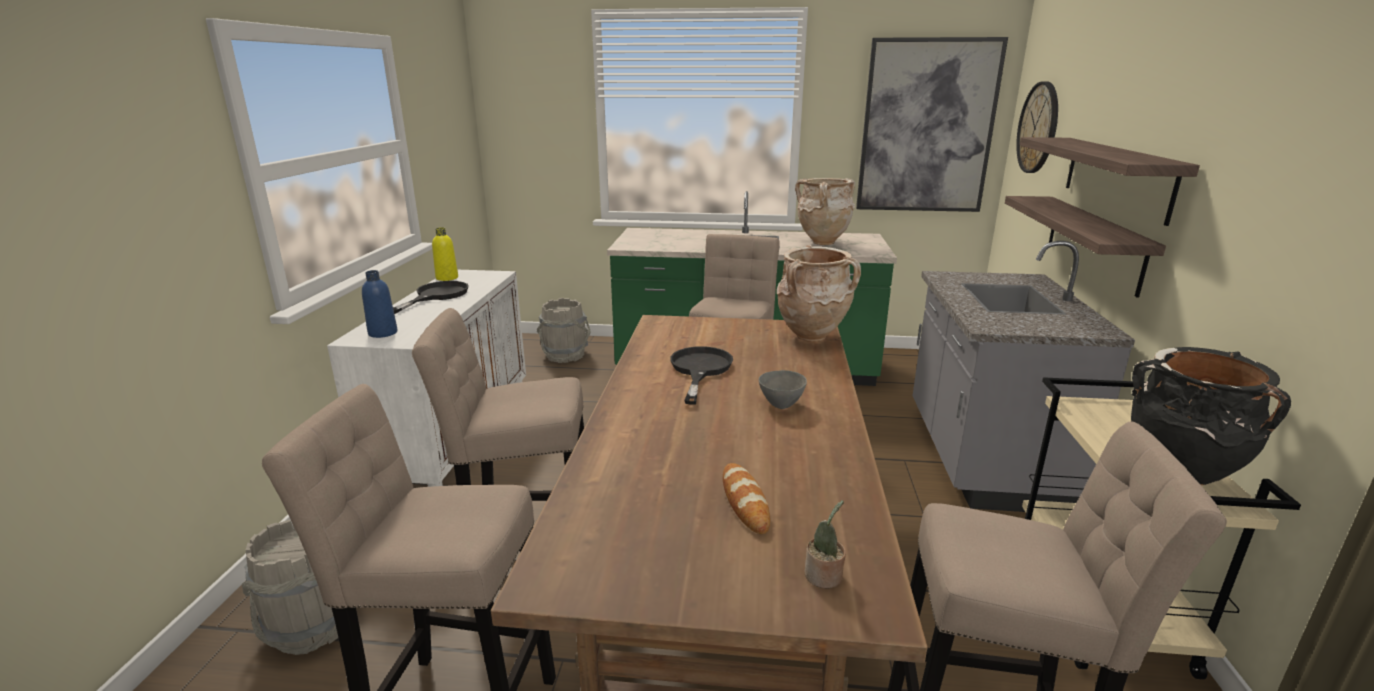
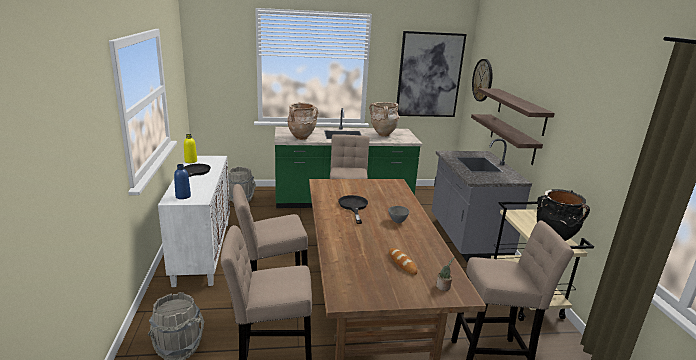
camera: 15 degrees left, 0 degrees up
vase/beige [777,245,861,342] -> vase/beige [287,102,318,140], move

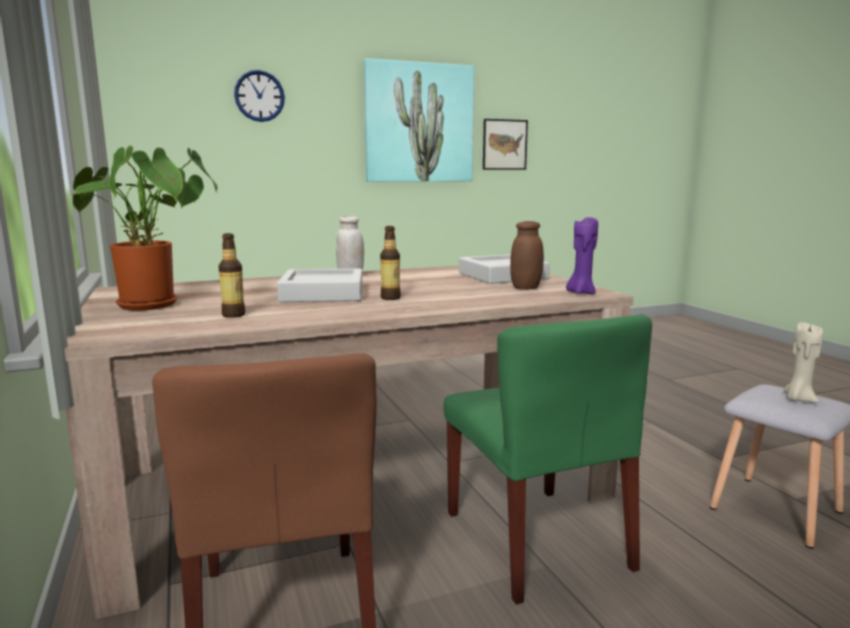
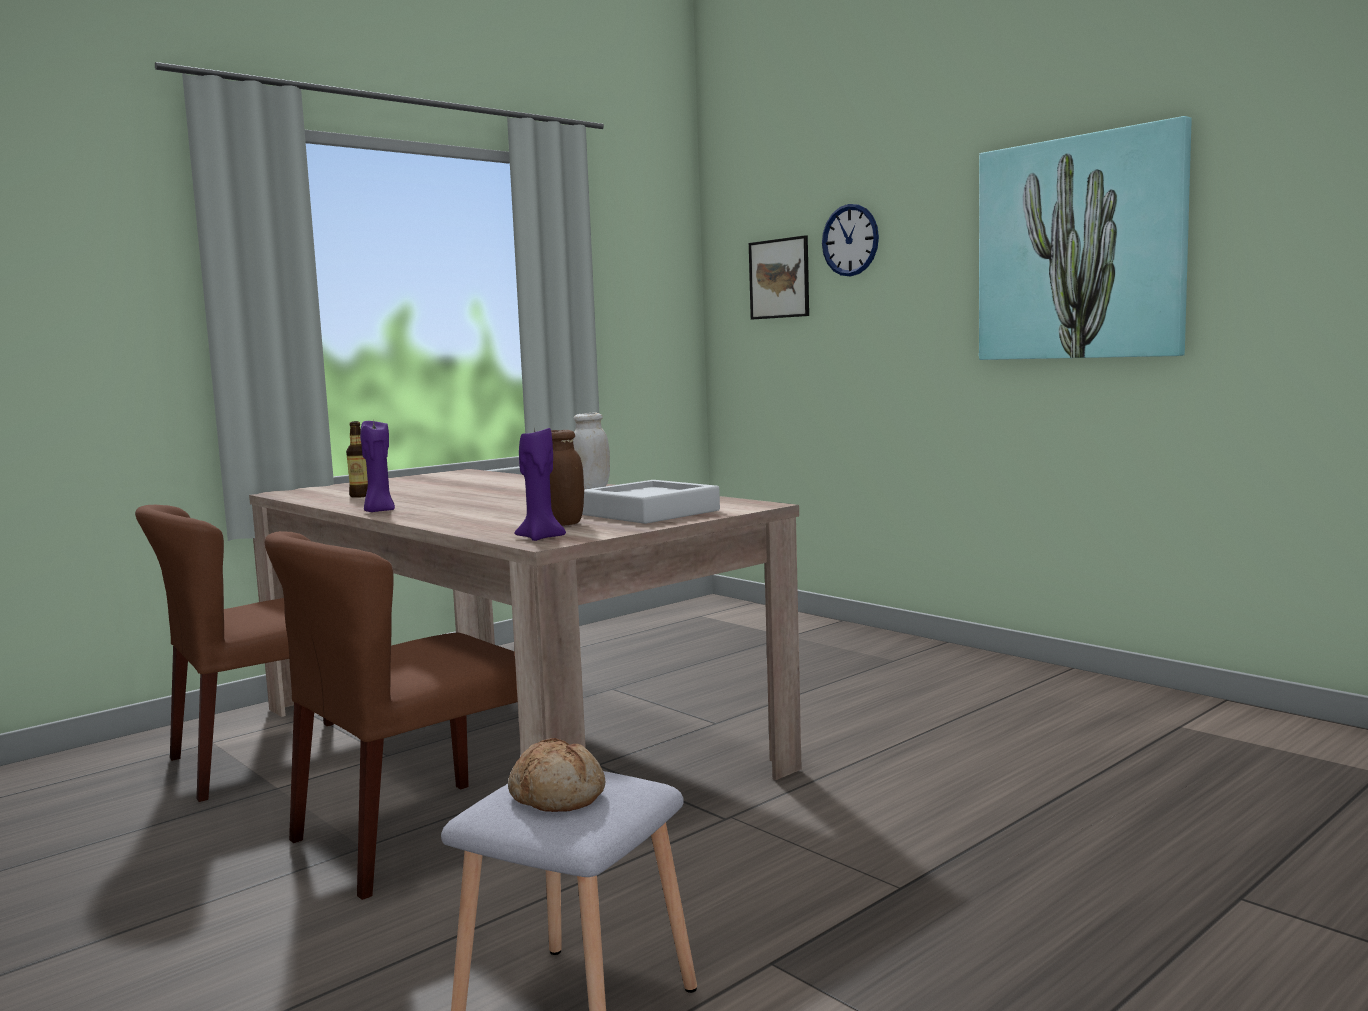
camera: 70 degrees right, 5 degrees down
plante en pot [71,146,217,310] -> none
plateau/gris [277,268,362,302] -> none
bouteille [380,226,401,300] -> none
none -> bougie/violet [360,418,395,512]
tableau [483,119,528,170] -> tableau [749,235,809,319], move
bougie/beige [783,322,823,403] -> pain [508,738,605,812]
chaise/vert [443,314,652,605] -> chaise/marron [265,531,518,900]

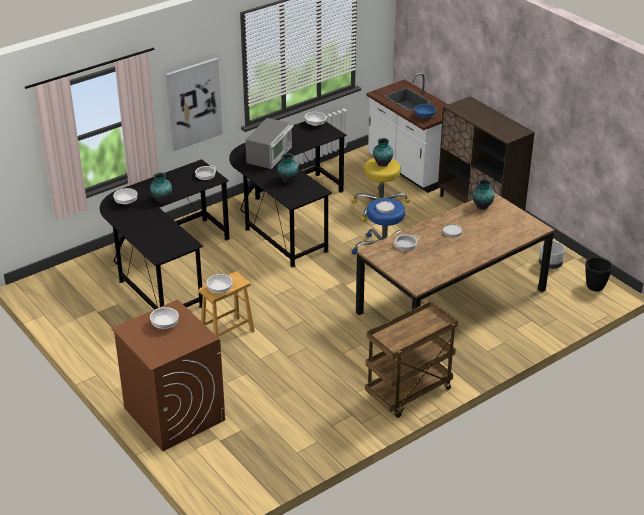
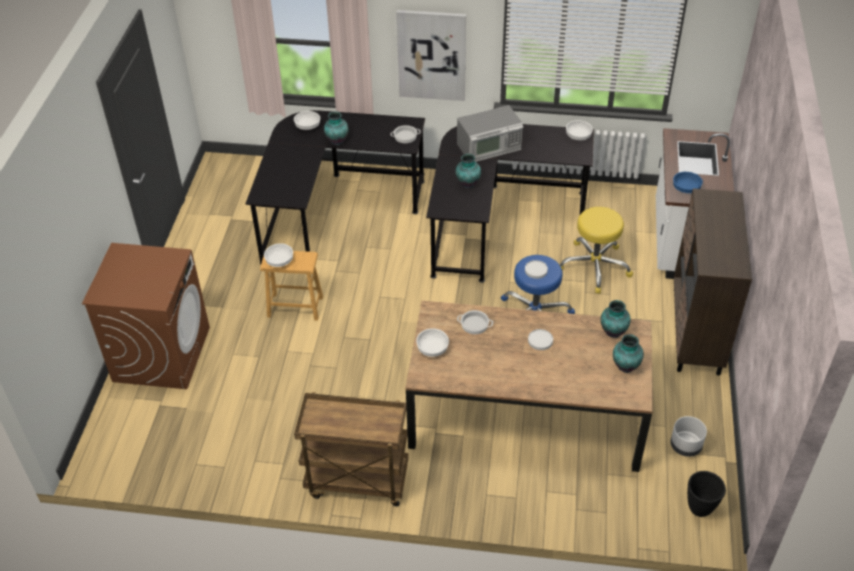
camera: 45 degrees right, 10 degrees up
bol/blanc [150,307,179,329] -> bol/blanc [416,328,449,357], move
vase [373,138,393,167] -> vase [613,334,644,373], move

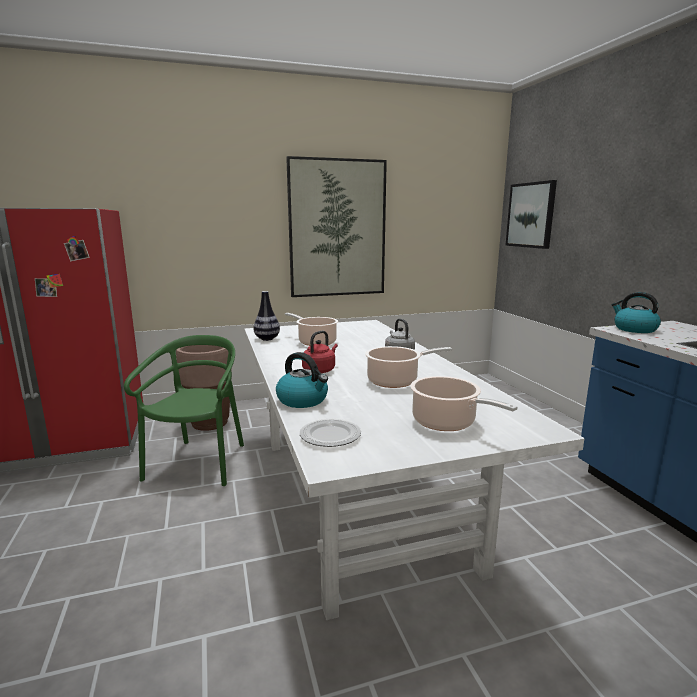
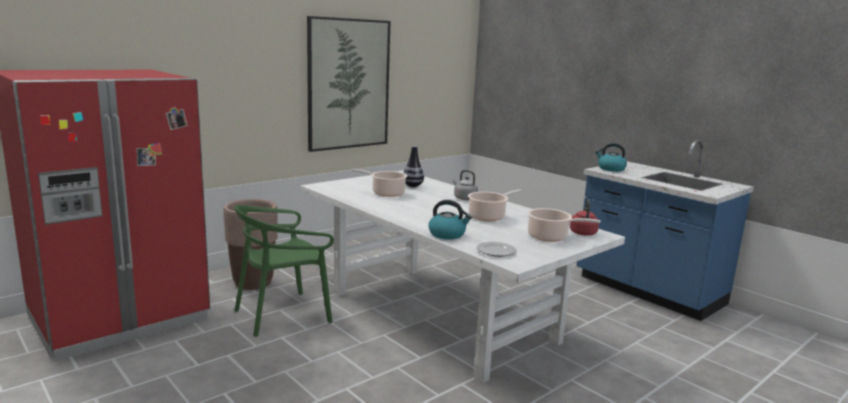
camera: 25 degrees left, 0 degrees up
tableau [505,180,557,249] -> none
vase [254,291,280,341] -> vase [403,146,424,187], move
bouilloire/rouge [302,330,338,373] -> bouilloire/rouge [570,200,599,236], move
chaise/vert [124,335,244,486] -> chaise/vert [234,205,334,337], 105 degrees counterclockwise

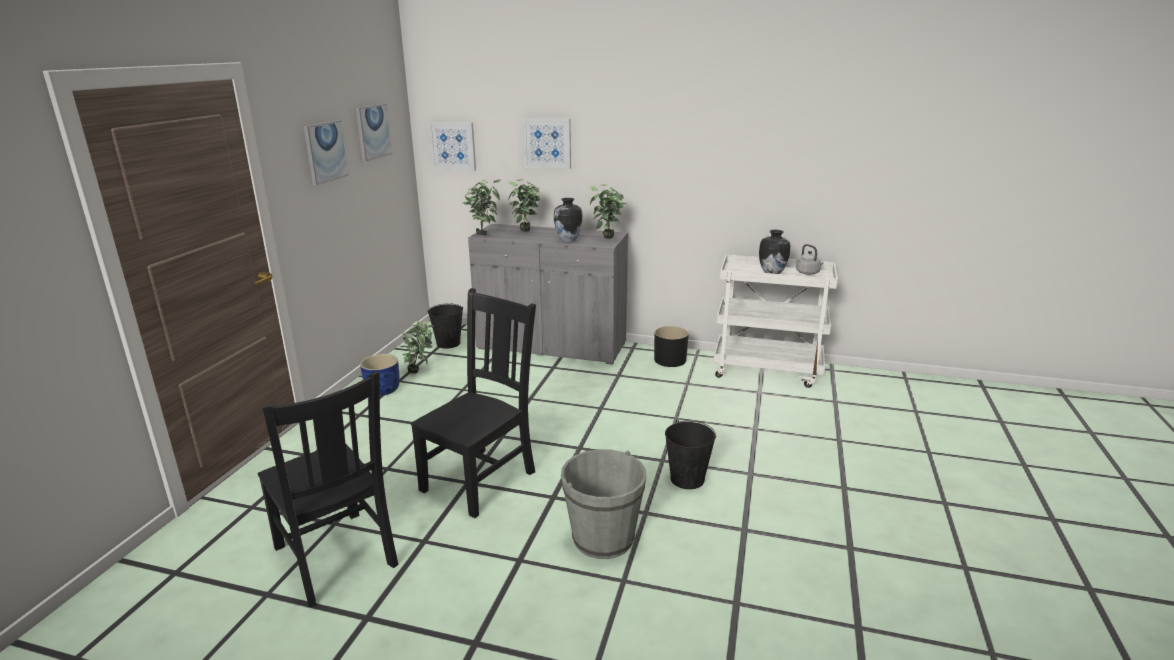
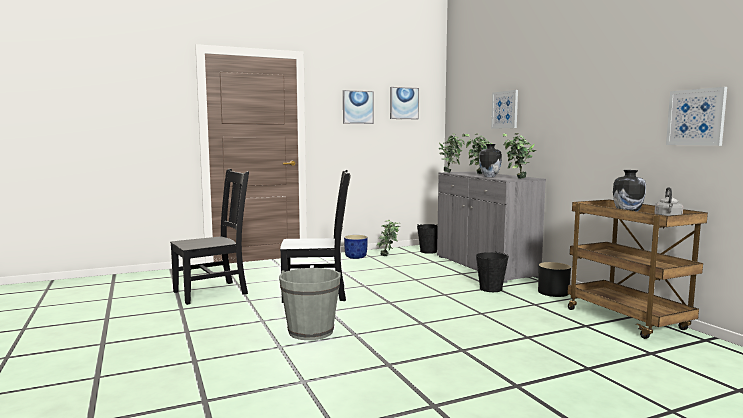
camera: 50 degrees right, 15 degrees down
tableau [429,121,476,171] -> tableau [666,87,727,146], move
seau/noir [665,420,716,489] -> seau/noir [476,251,509,292], move
chariot/blanc [713,255,838,388] -> chariot/marron [567,200,708,339]
chaise/noir [257,372,399,607] -> chaise/noir [170,169,249,305], 135 degrees counterclockwise

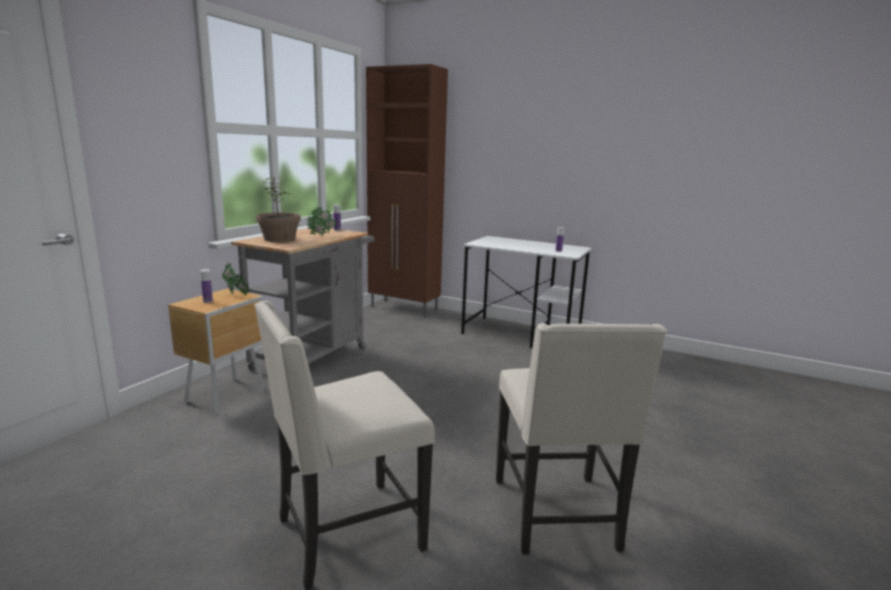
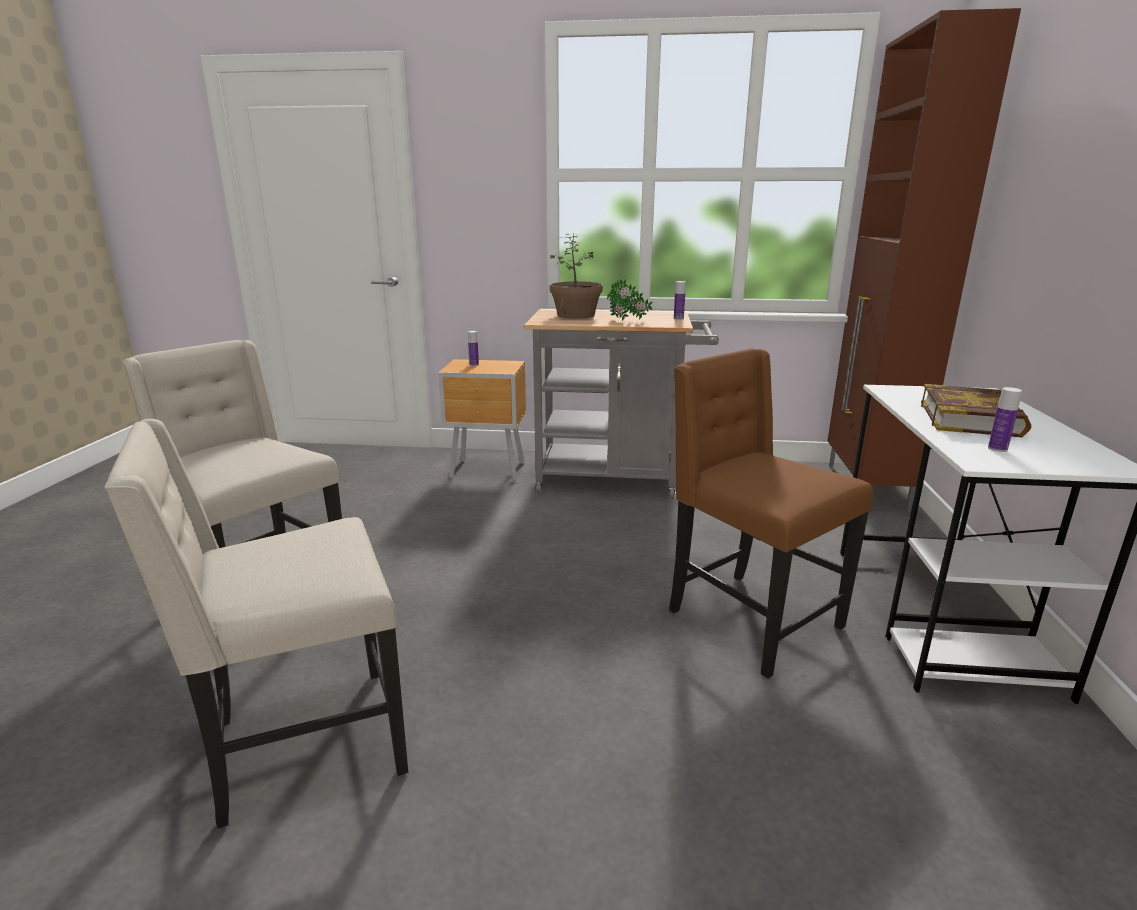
camera: 70 degrees right, 5 degrees up
plante en pot [222,263,250,296] -> none
none -> chaise/marron [669,349,873,678]
none -> livre [921,384,1031,437]

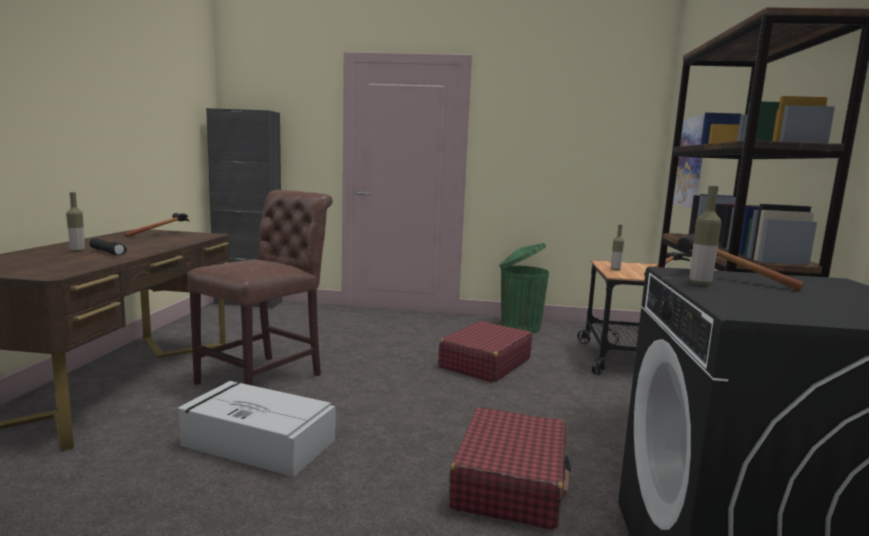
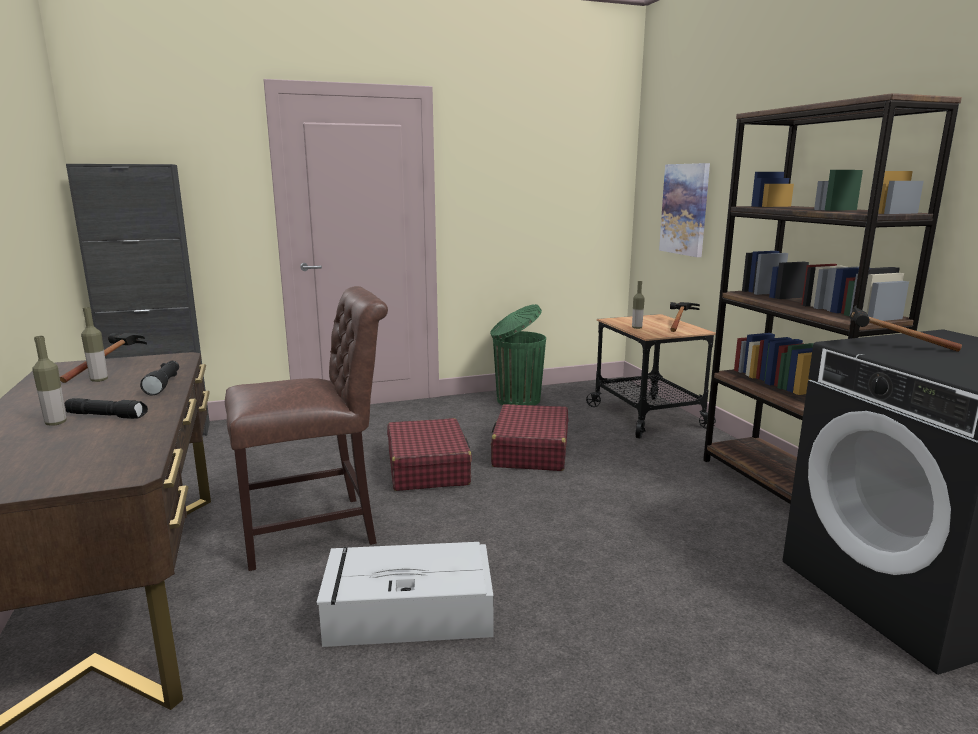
camera: 25 degrees left, 5 degrees up
none -> lampe de poche/noir [140,361,179,396]
valise/rouge [449,407,571,530] -> valise/rouge [387,418,472,491], move
bouteille [689,186,722,285] -> bouteille [81,307,108,382], move
chaise/marron [187,190,333,386] -> chaise/marron [225,286,388,571], 60 degrees clockwise

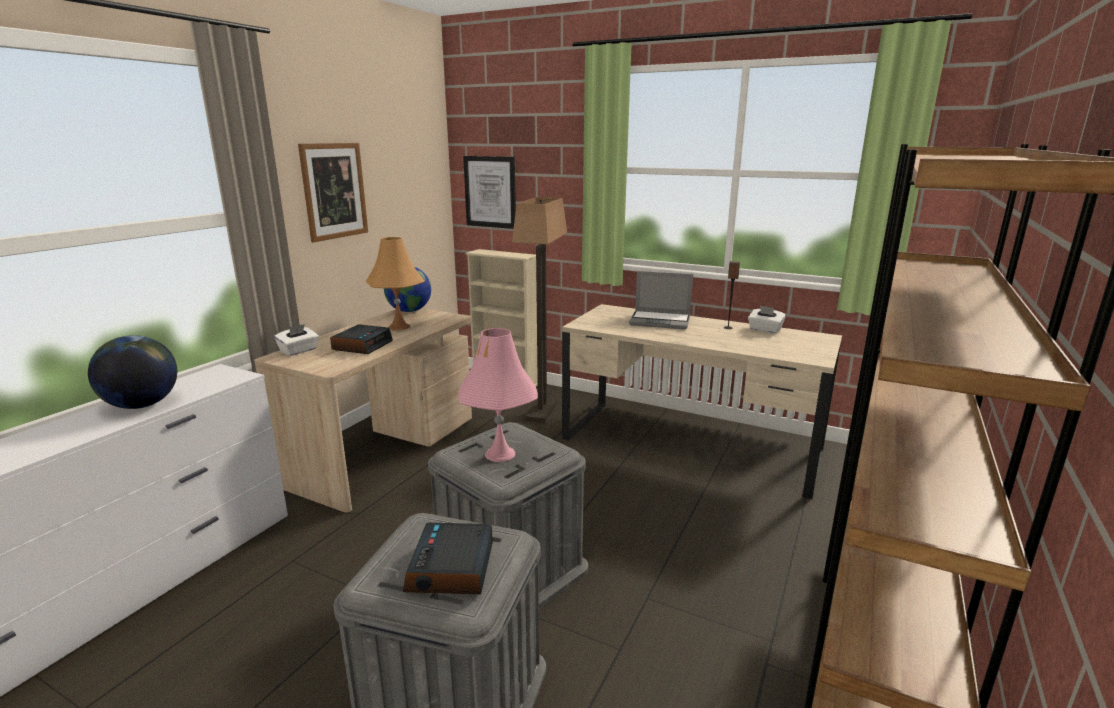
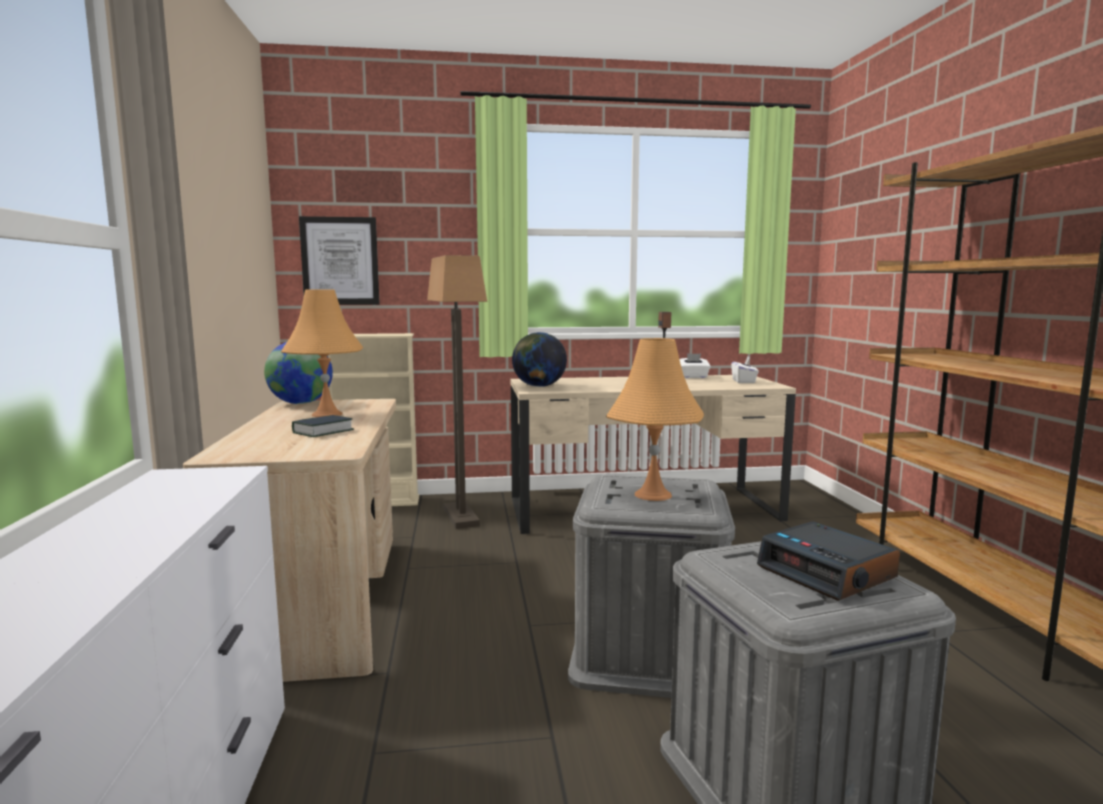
camera: 35 degrees left, 10 degrees down
tableau [298,143,368,242] -> none
ordinateur portable [629,271,693,330] -> none
globe [88,335,177,409] -> globe [512,332,567,387], move
boîte à mouchoirs/blanc [274,324,319,356] -> boîte à mouchoirs/blanc [731,356,759,383], move
réveil [330,324,393,354] -> livre [292,415,354,437]
lampe de table/rose [458,328,538,462] -> lampe de table/orange [606,338,704,501]

